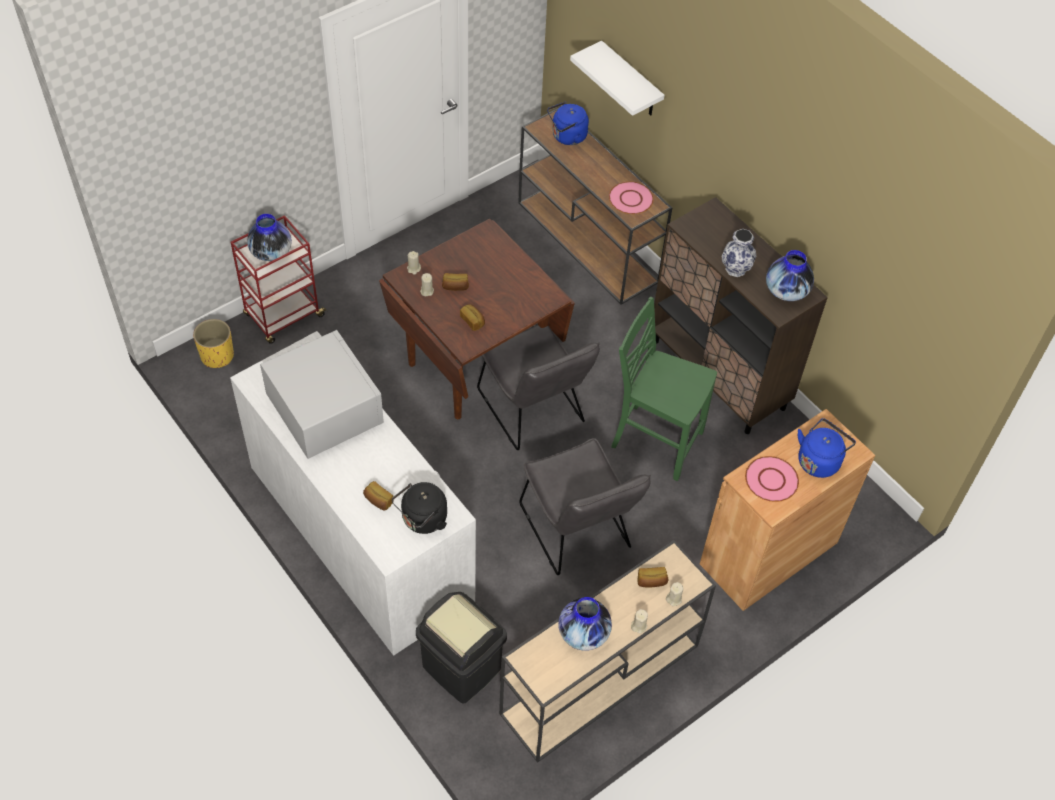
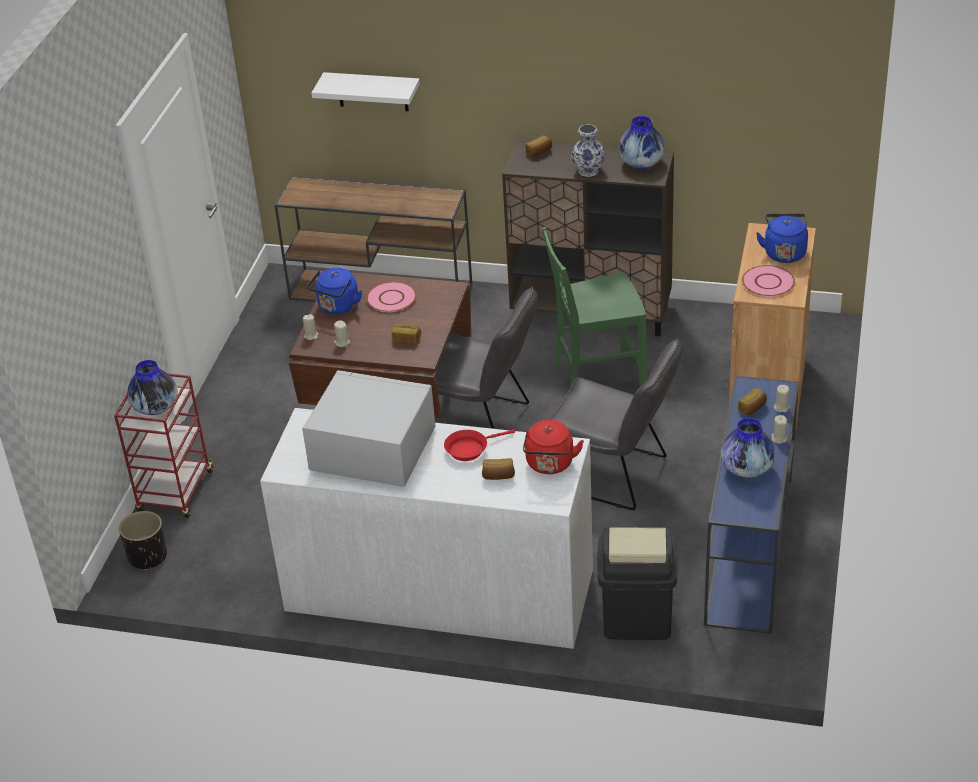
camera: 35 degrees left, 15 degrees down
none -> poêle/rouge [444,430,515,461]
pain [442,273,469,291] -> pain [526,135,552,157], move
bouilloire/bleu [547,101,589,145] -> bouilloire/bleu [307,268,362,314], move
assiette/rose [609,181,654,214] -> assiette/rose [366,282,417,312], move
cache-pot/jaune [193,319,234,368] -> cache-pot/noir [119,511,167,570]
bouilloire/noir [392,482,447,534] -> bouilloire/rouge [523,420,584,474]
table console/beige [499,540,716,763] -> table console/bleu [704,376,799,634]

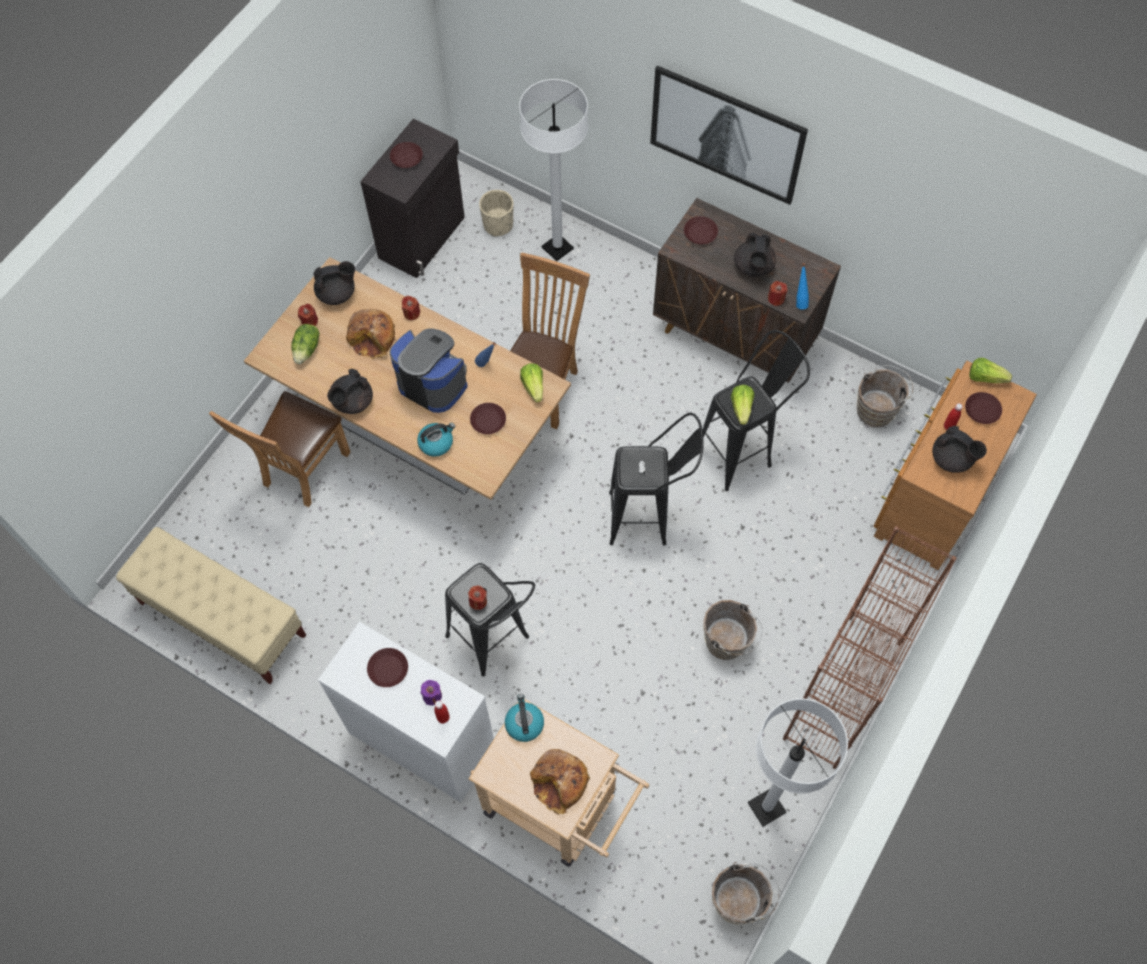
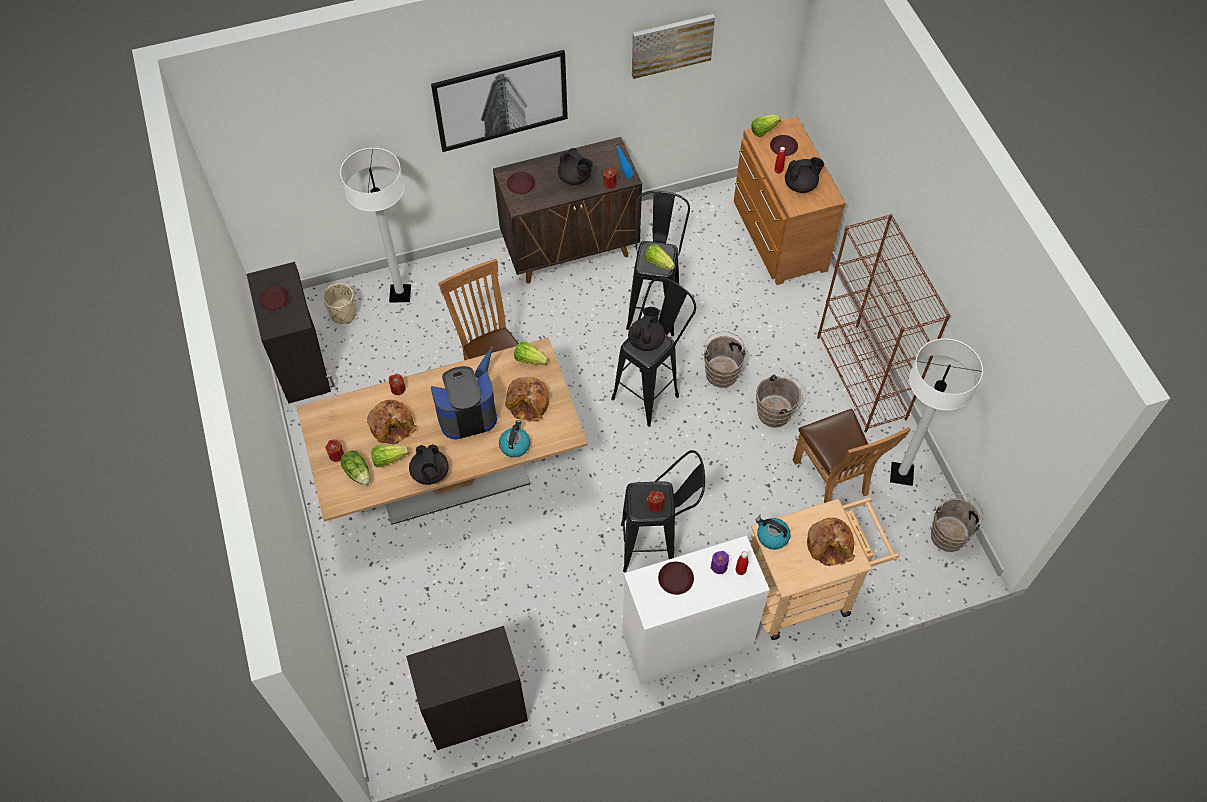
camera: 50 degrees left, 5 degrees down
none -> laitue [371,445,409,467]
none -> tableau [632,14,715,79]
chaise/marron [209,391,350,507] -> chaise/marron [793,409,911,503], move
théière/noir [313,261,355,305] -> théière/noir [628,307,665,351], move
seau/marron [857,365,913,427] -> seau/marron [702,331,748,388], move
banc/beige [116,527,306,684] -> meuble de rangement/noir [406,626,528,750]
assiette/marron [470,403,506,434] -> pain [505,377,549,422]

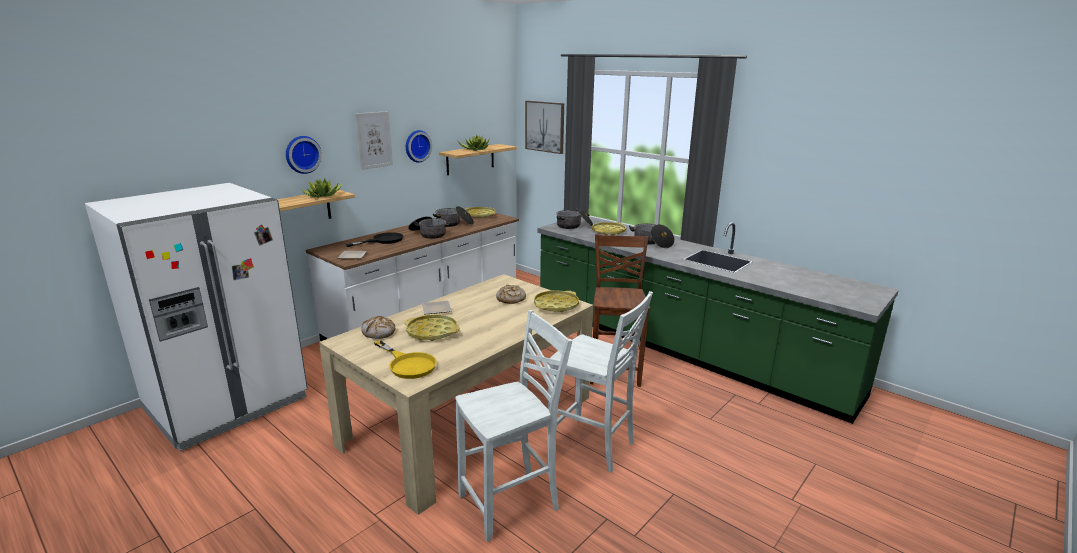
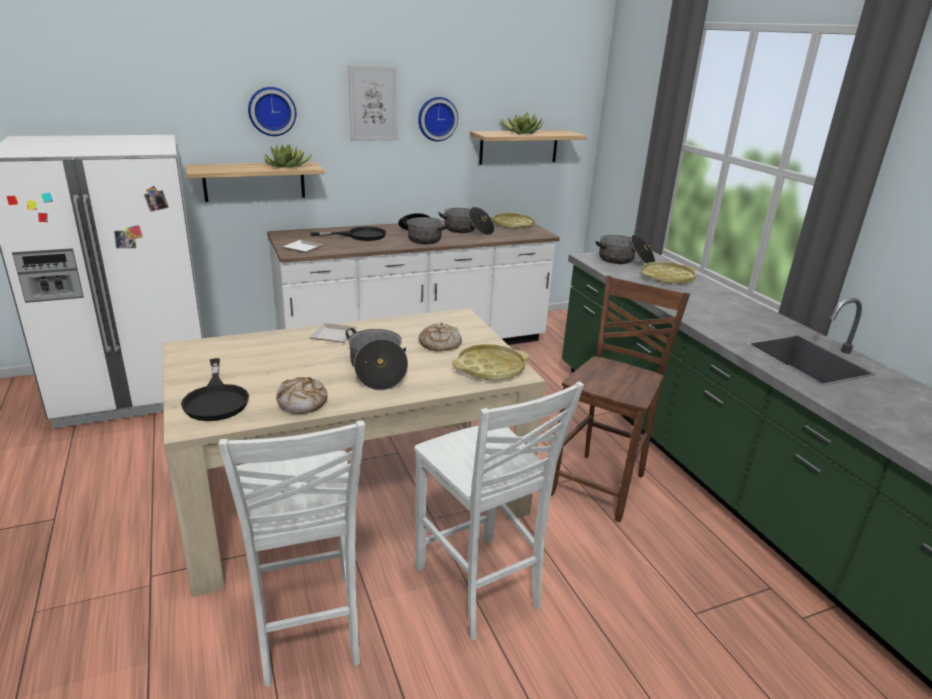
camera: 25 degrees right, 5 degrees up
plateau/jaune [404,315,460,341] -> none
tableau [525,101,564,154] -> none
pain [362,316,395,339] -> pain [276,377,327,414], move
marmite [629,224,675,248] -> marmite [346,328,408,390], move
poêle/jaune [374,340,437,379] -> poêle/noir [181,358,249,421]
chaise/blanc [455,310,572,542] -> chaise/blanc [219,420,365,687], 75 degrees clockwise

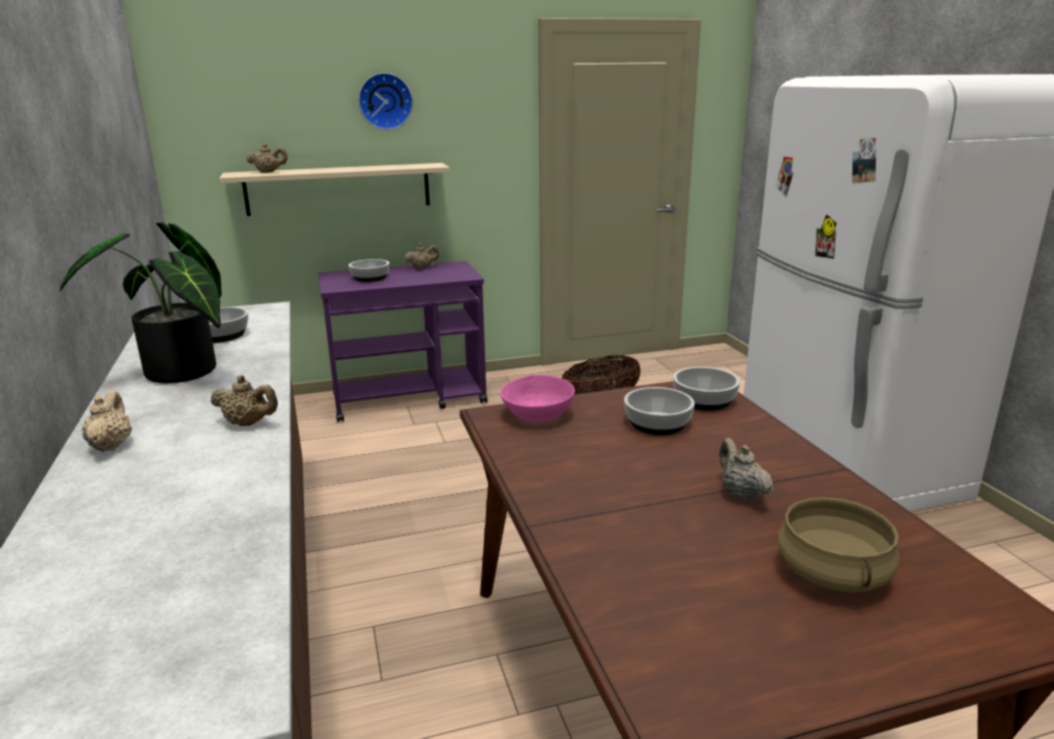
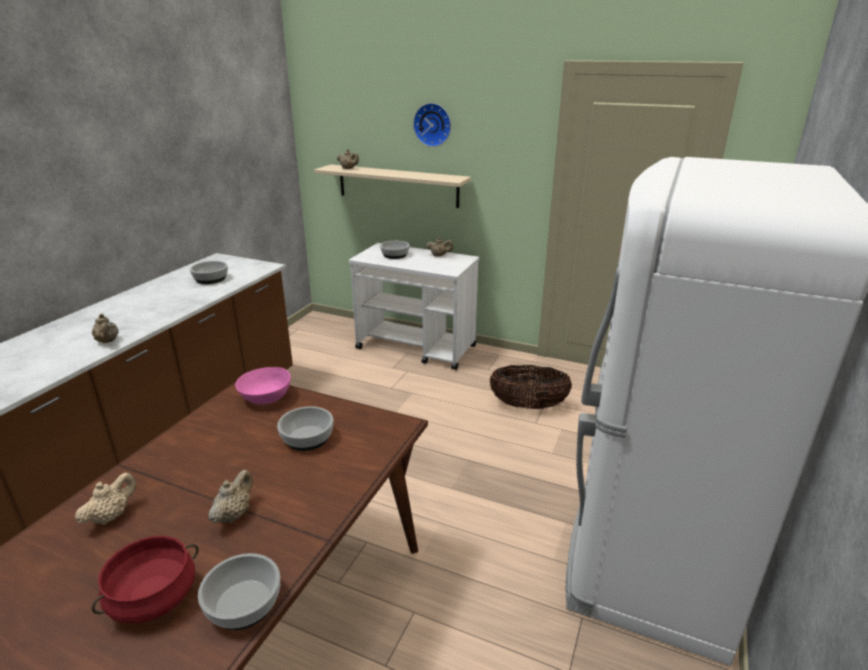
camera: 40 degrees right, 5 degrees up
plante en pot [60,222,221,383] -> none
théière/beige [82,390,132,452] -> théière/beige [75,473,136,525], move
bol [673,367,740,411] -> bol [198,553,280,630], move
chariot/violet [318,261,487,422] -> chariot/blanc [349,243,480,370]
marmite/beige [777,496,899,592] -> marmite/rouge [92,536,199,623]

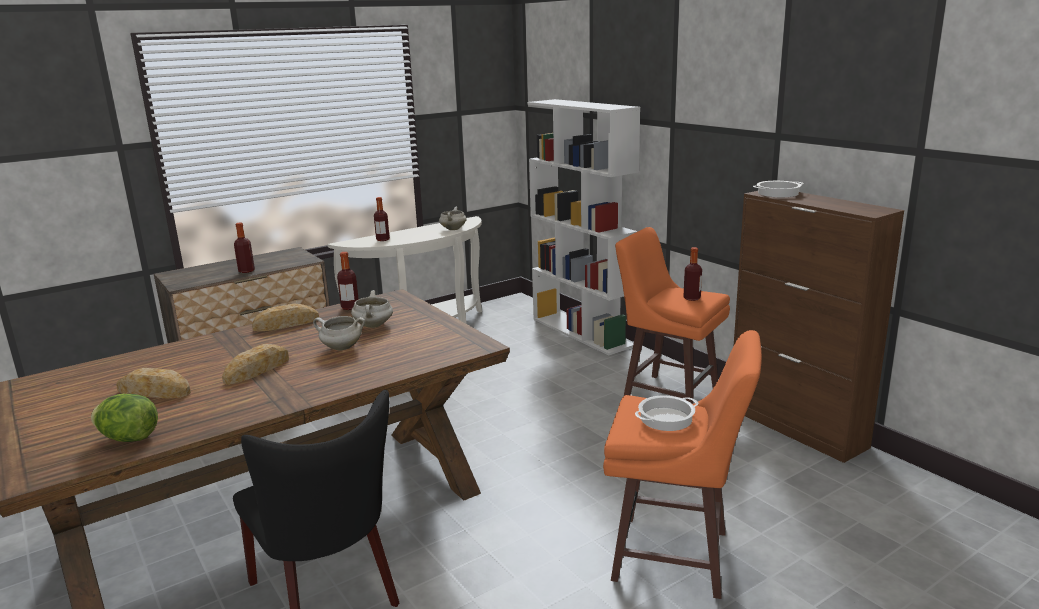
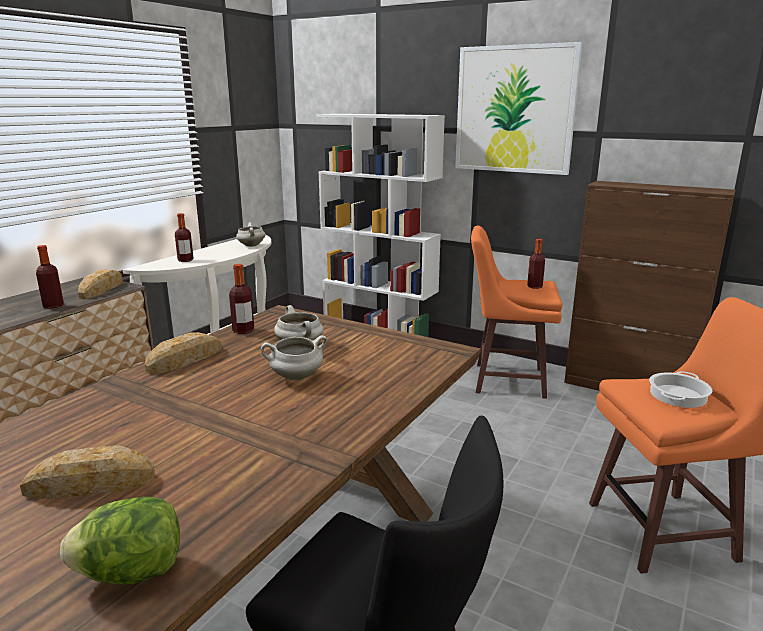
camera: 25 degrees left, 0 degrees up
marmite [753,181,804,197] -> none
none -> tableau [455,42,583,175]
pain [222,344,289,385] -> pain [78,269,123,299], move

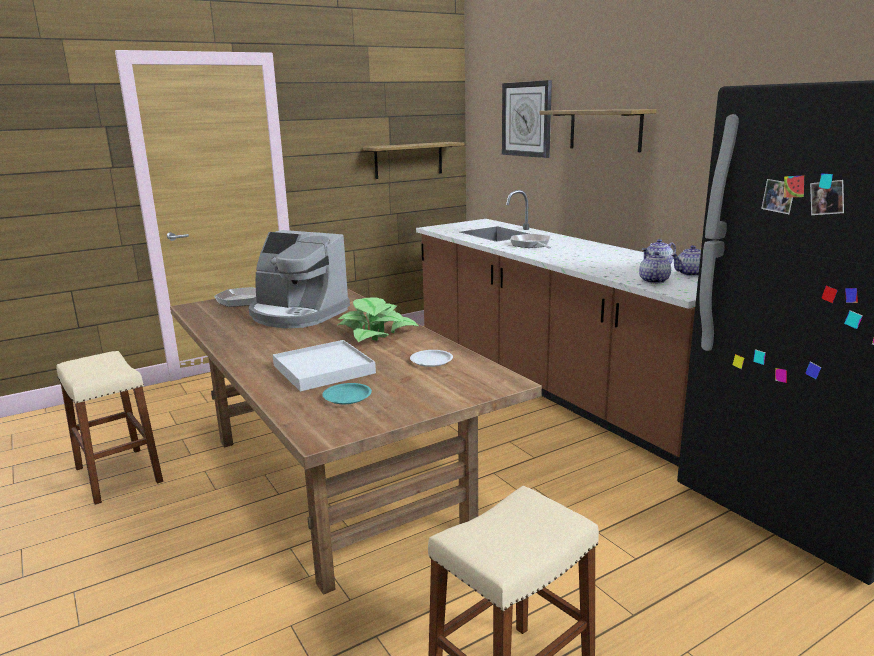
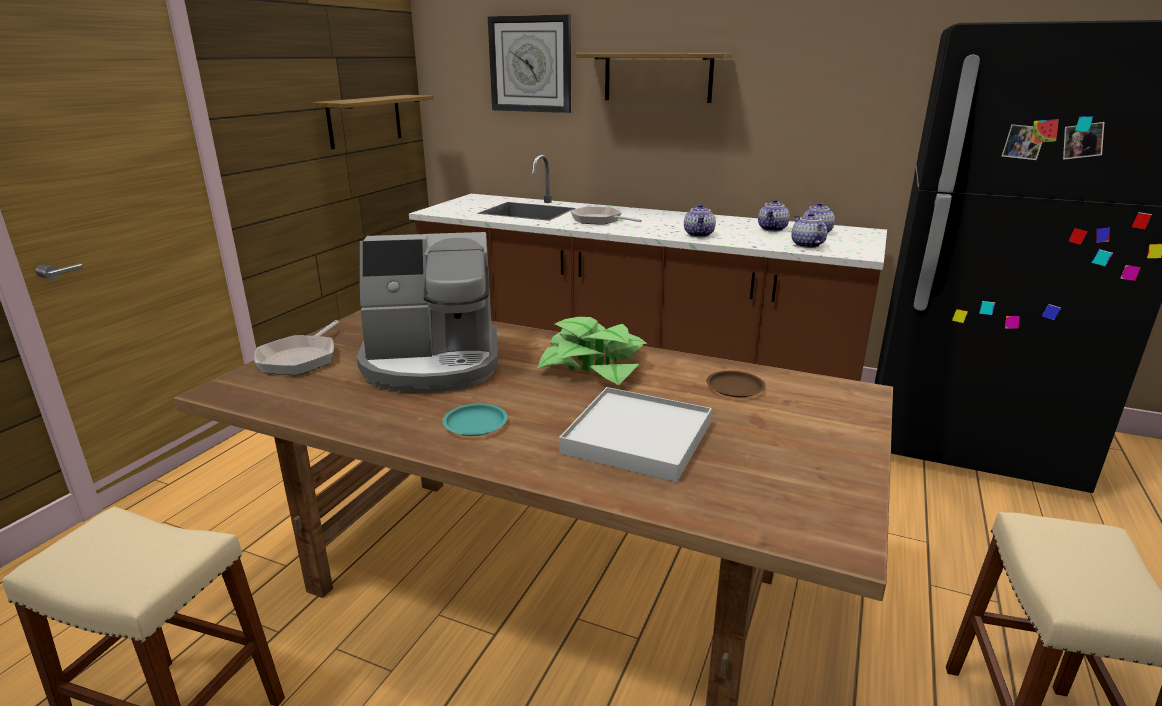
camera: 35 degrees left, 5 degrees up
none -> théière [684,204,716,237]
assiette/turquoise [322,383,372,404] -> assiette/turquoise [443,404,508,436], move
assiette/blanc [410,350,453,367] -> assiette/marron [706,371,766,397]

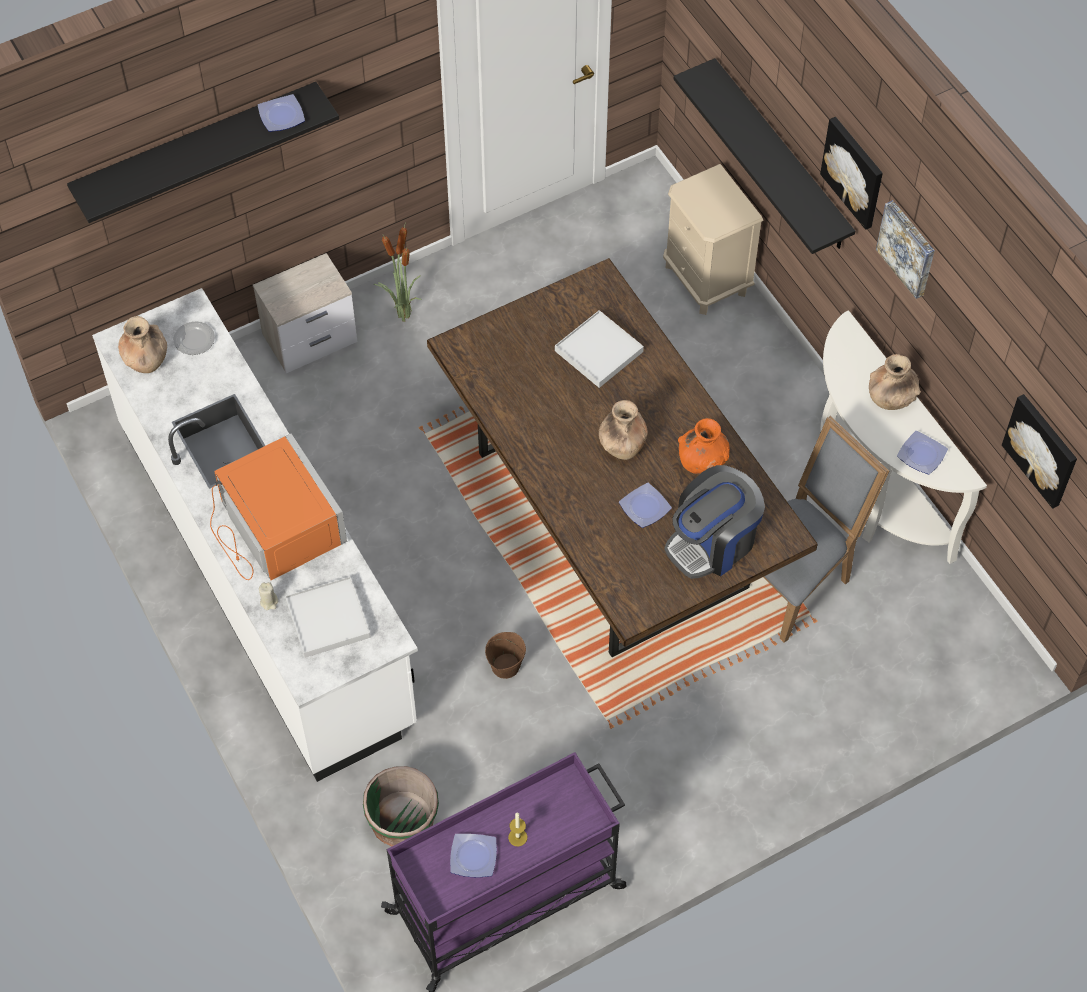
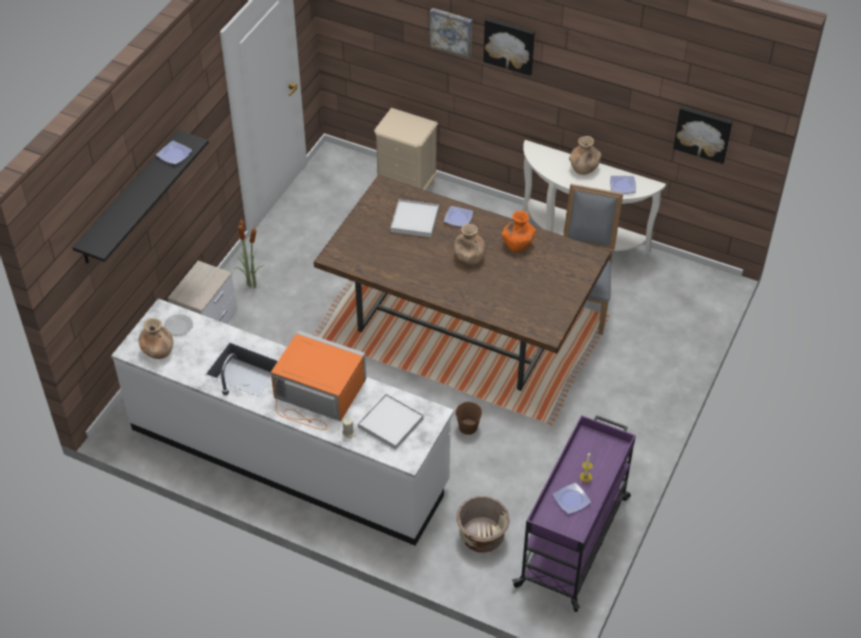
camera: 35 degrees left, 10 degrees down
machine à café [664,465,765,579] -> none
étagère/noir [674,58,855,254] -> none
assiette [619,482,672,528] -> assiette [444,206,473,227], move
tableau [876,200,935,299] -> tableau [430,8,472,58], move
cache-pot/vert [363,766,439,846] -> cache-pot/beige [456,496,510,553]

